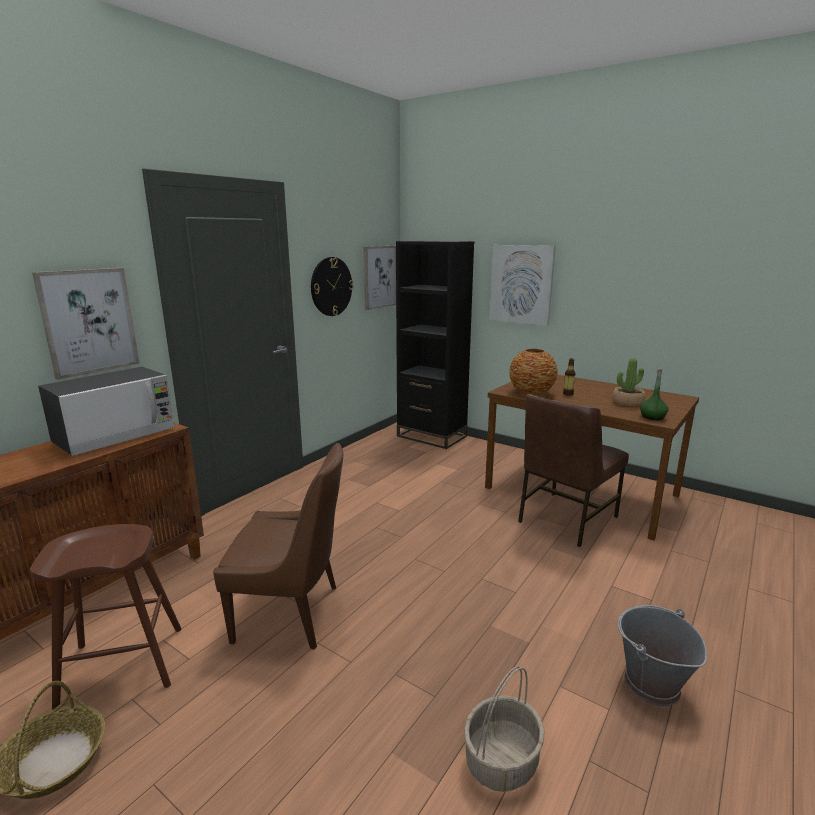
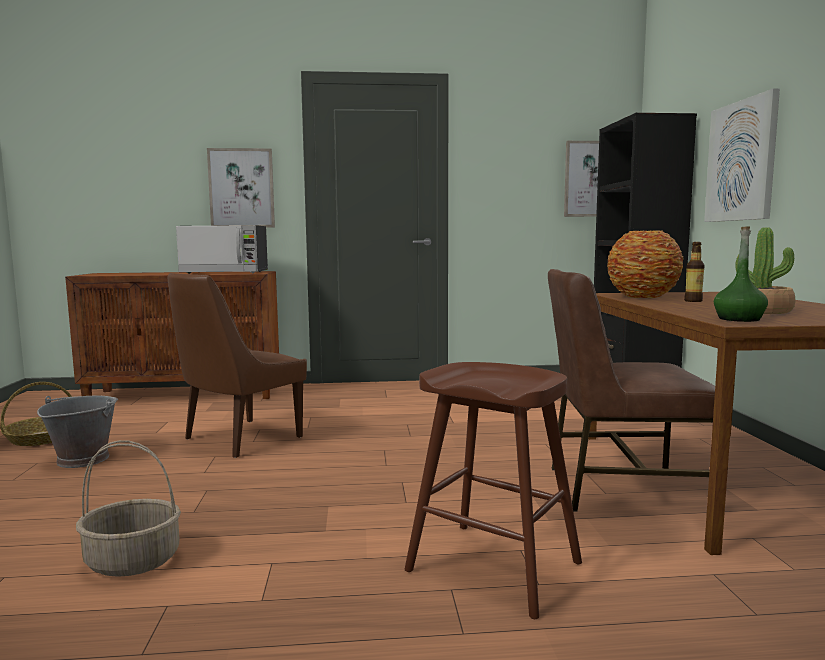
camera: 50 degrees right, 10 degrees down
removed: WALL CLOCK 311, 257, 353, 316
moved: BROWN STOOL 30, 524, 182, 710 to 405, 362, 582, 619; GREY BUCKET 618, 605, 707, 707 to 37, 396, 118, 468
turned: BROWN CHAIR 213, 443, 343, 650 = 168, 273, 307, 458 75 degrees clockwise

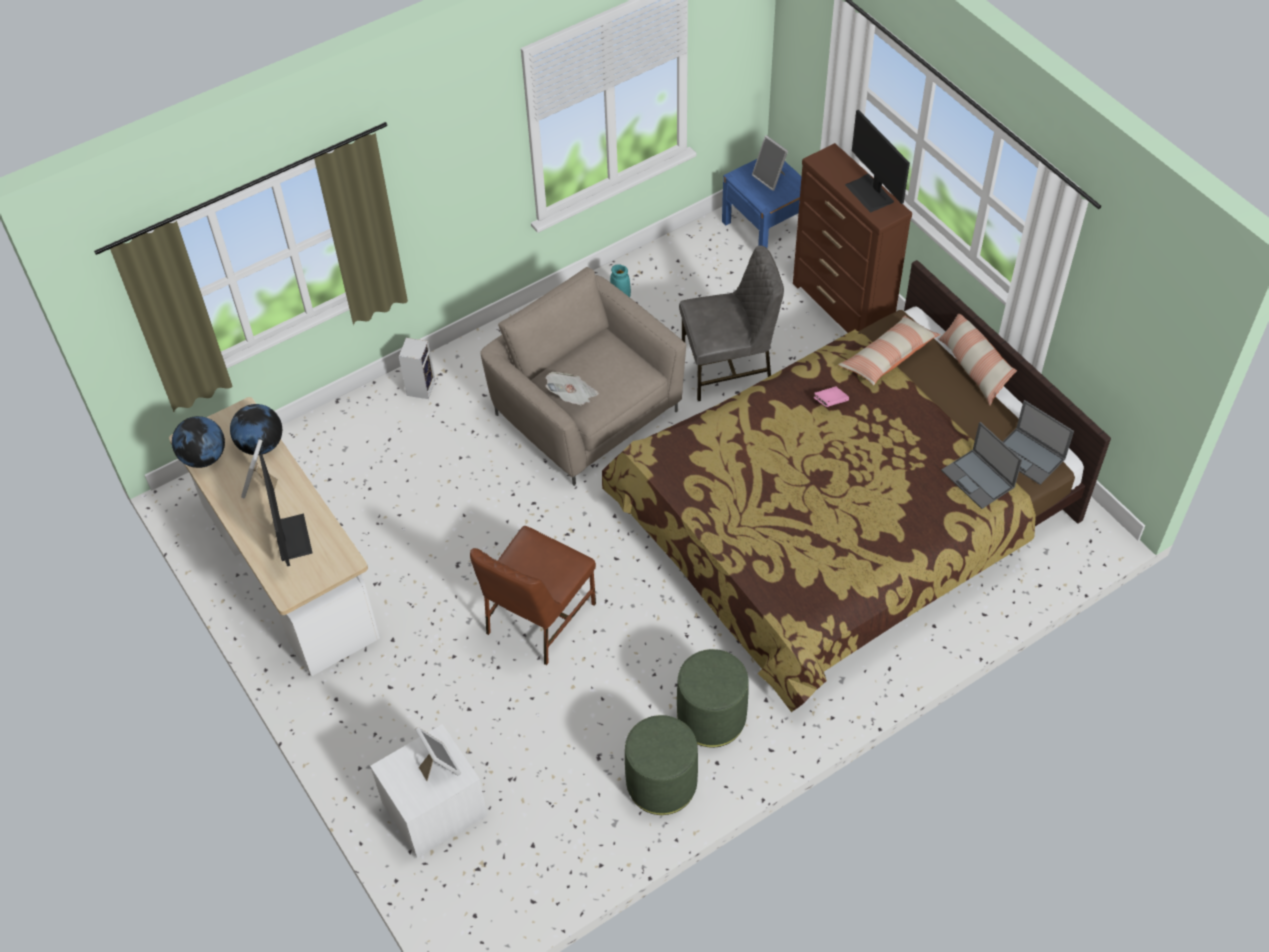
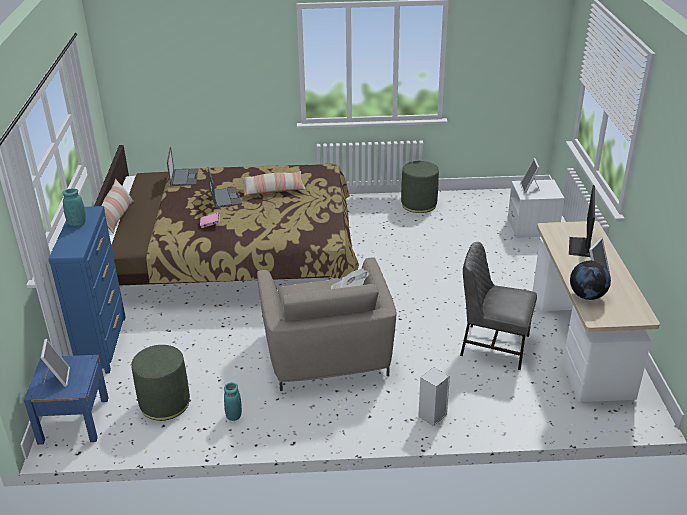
camera: 150 degrees left, 20 degrees down
removed: GLOBE 172, 416, 225, 468; BROWN CHAIR 470, 526, 596, 665
moved: GREEN OTTOMAN 677, 649, 749, 747 to 131, 345, 190, 421; GREY CHAIR 679, 245, 784, 401 to 460, 242, 537, 370; PILLOW 838, 316, 940, 386 to 241, 171, 306, 196; LAPTOP 1003, 400, 1074, 485 to 207, 167, 242, 208
replaced: MONITOR 845, 110, 910, 213 to TURQUOISE VASE 63, 188, 86, 226
recoloured: BROWN DRESSER 793, 143, 912, 333 to BLUE DRESSER 48, 206, 126, 374

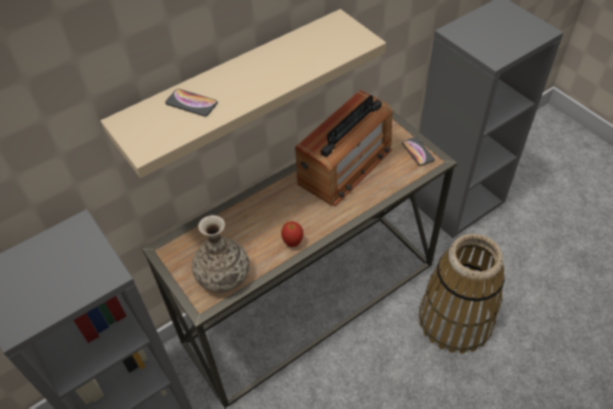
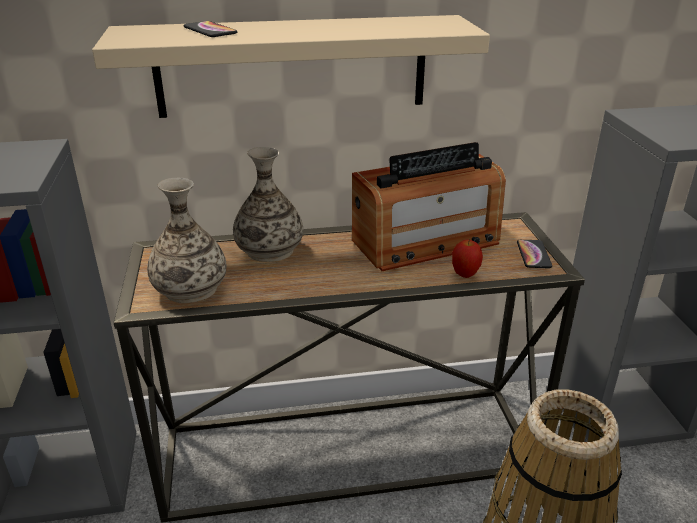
camera: 25 degrees right, 20 degrees down
added: VASE 233, 147, 303, 262
moved: APPLE 281, 222, 303, 247 to 452, 240, 483, 278

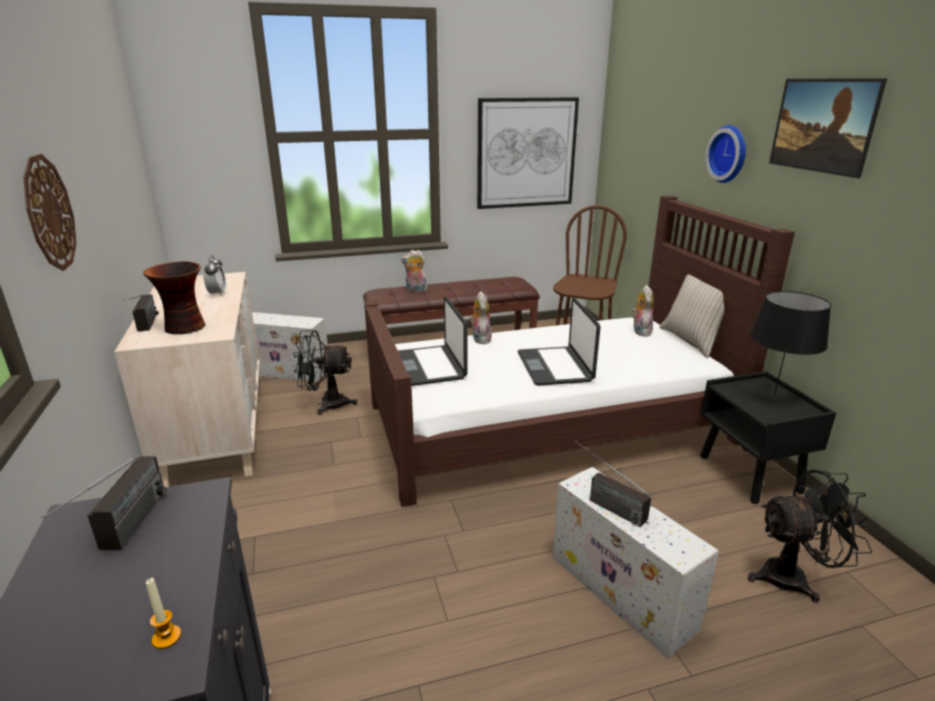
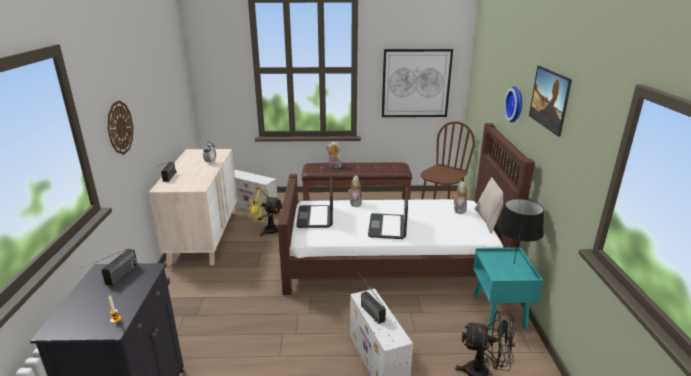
camera: 15 degrees right, 0 degrees up
removed: VASE 143, 261, 206, 334
recoloured: BLACK FAN 293, 330, 357, 415 to YELLOW FAN 248, 186, 282, 236; BLACK NIGHTSTAND 700, 371, 836, 504 to TURQUOISE NIGHTSTAND 473, 247, 543, 329

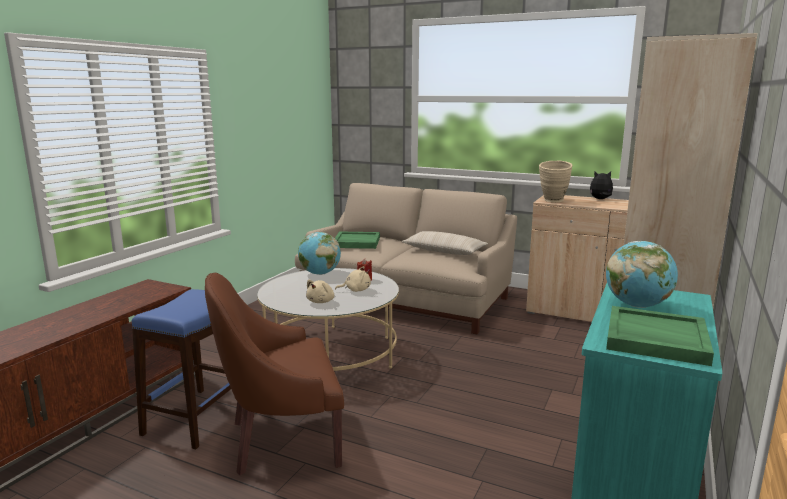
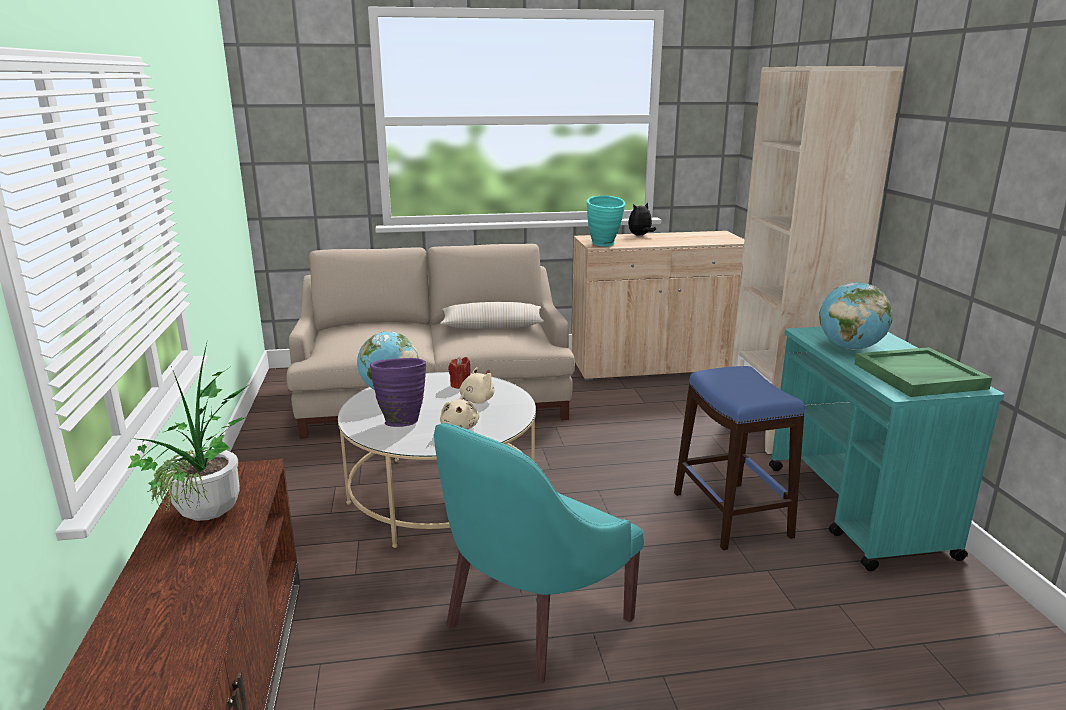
camera: 35 degrees left, 5 degrees up
removed: GREEN TRAY 335, 231, 380, 249
added: POTTED PLANT 127, 344, 250, 521; PURPLE VASE 370, 358, 426, 427
moved: BLUE STOOL 132, 289, 231, 450 to 674, 366, 805, 550
recoloured: BROWN ARMCHAIR 205, 273, 344, 475 to TURQUOISE ARMCHAIR 434, 423, 644, 683; BEIGE VASE 539, 161, 572, 203 to TURQUOISE VASE 587, 195, 625, 246

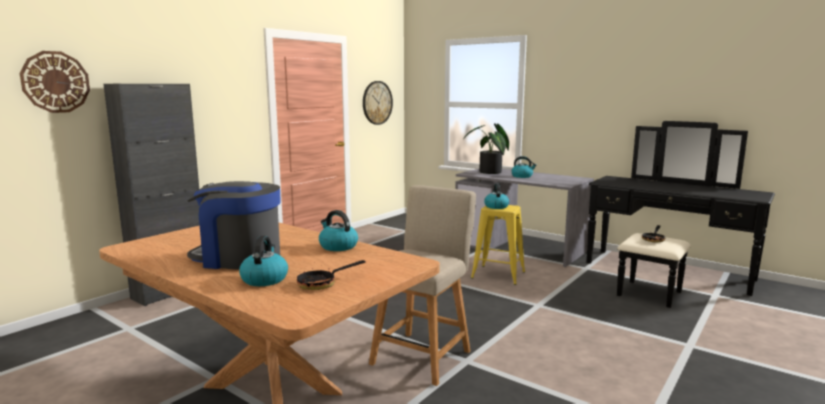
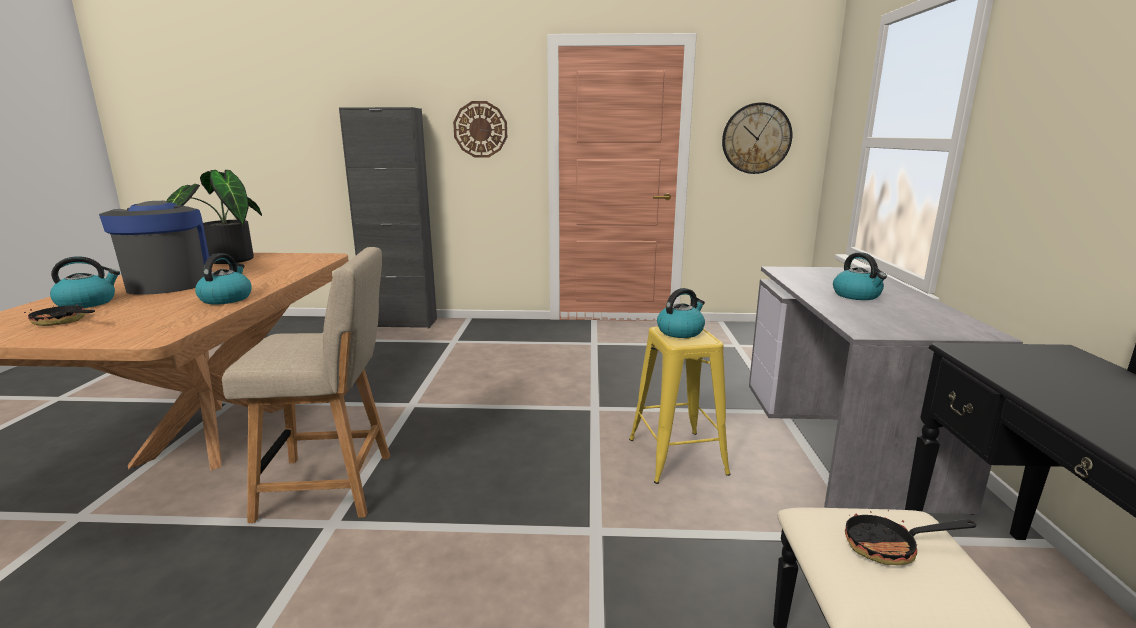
camera: 55 degrees right, 5 degrees up
moved: WALL CLOCK 20, 51, 90, 113 to 453, 101, 507, 158; POTTED PLANT 463, 123, 509, 174 to 166, 170, 262, 264

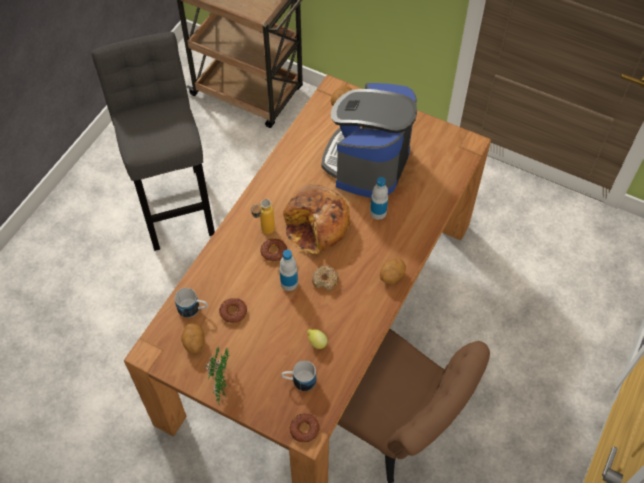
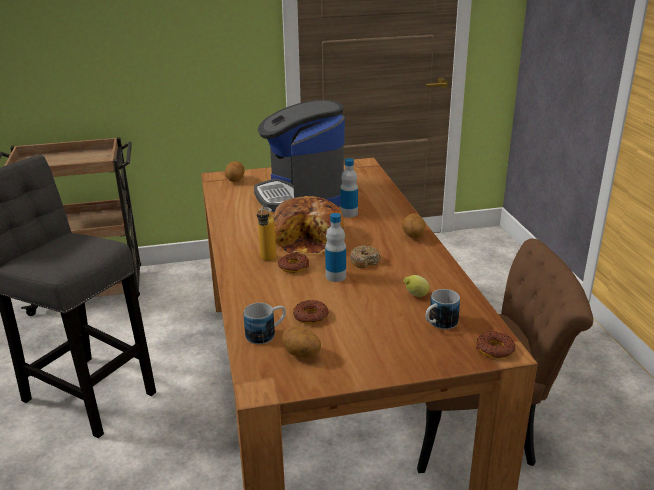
camera: 40 degrees left, 30 degrees down
removed: POTTED PLANT 206, 347, 229, 405

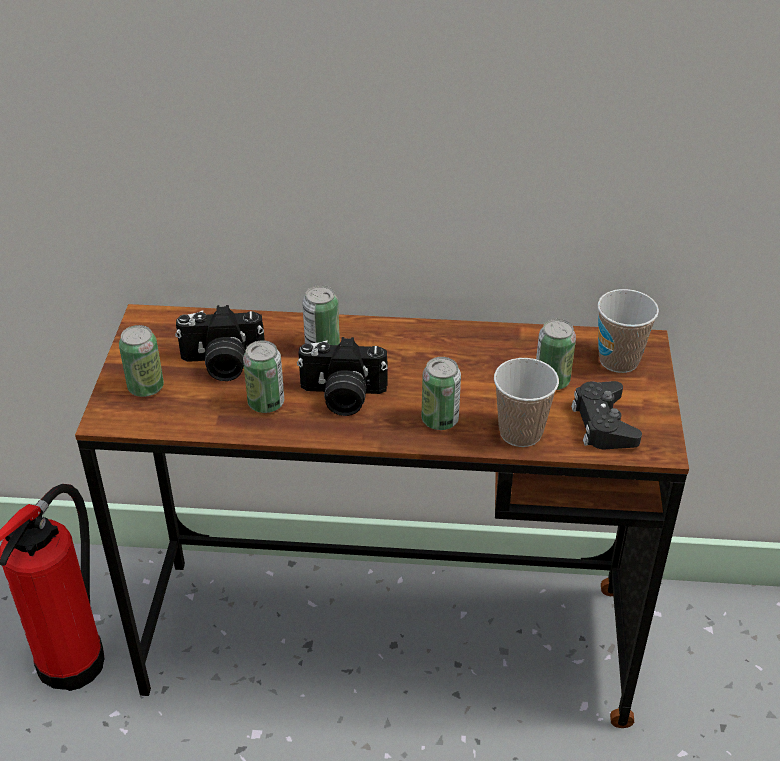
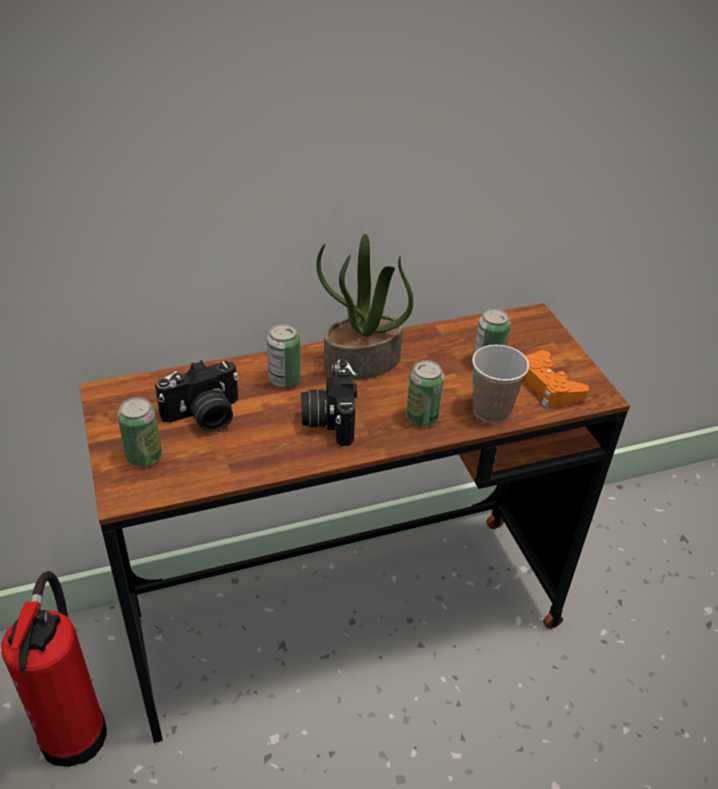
camera: 25 degrees left, 0 degrees up
removed: CAN 243, 340, 284, 413; CUP 598, 289, 659, 373
added: POTTED PLANT 316, 234, 414, 380
recoloured: BLACK GAME CONTROLLER 571, 381, 642, 449 to ORANGE GAME CONTROLLER 523, 350, 589, 408
turned: PHOTO CAMERA 297, 337, 388, 416 = 301, 359, 357, 446 105 degrees clockwise

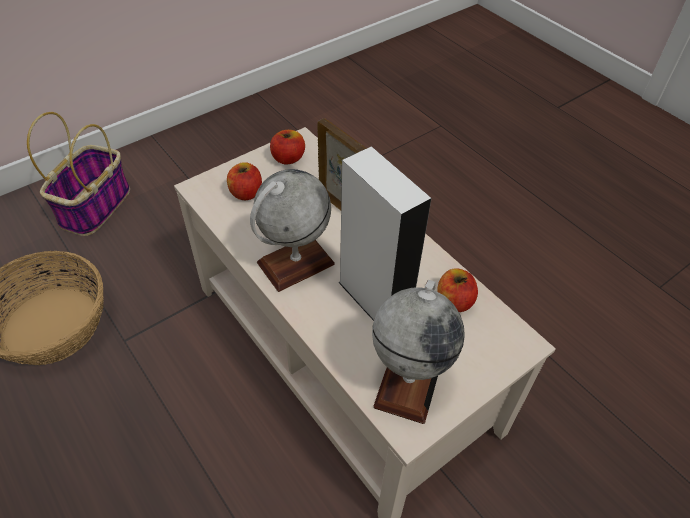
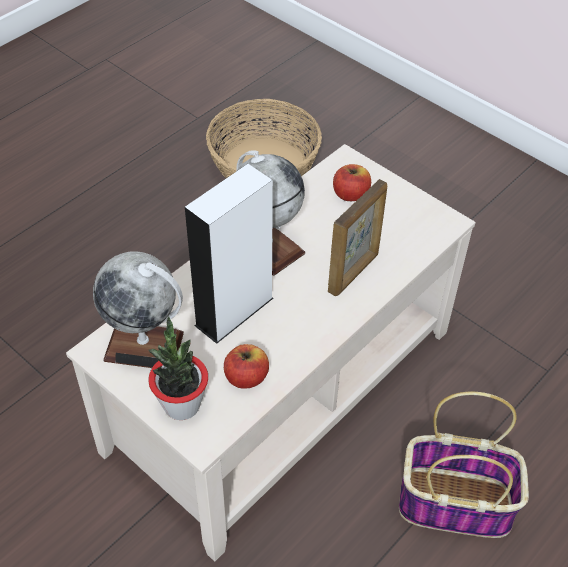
camera: 80 degrees right, 0 degrees up
removed: APPLE 270, 130, 305, 165
added: POTTED PLANT 148, 316, 208, 420
moved: BASKET 27, 112, 130, 236 to 399, 392, 529, 538

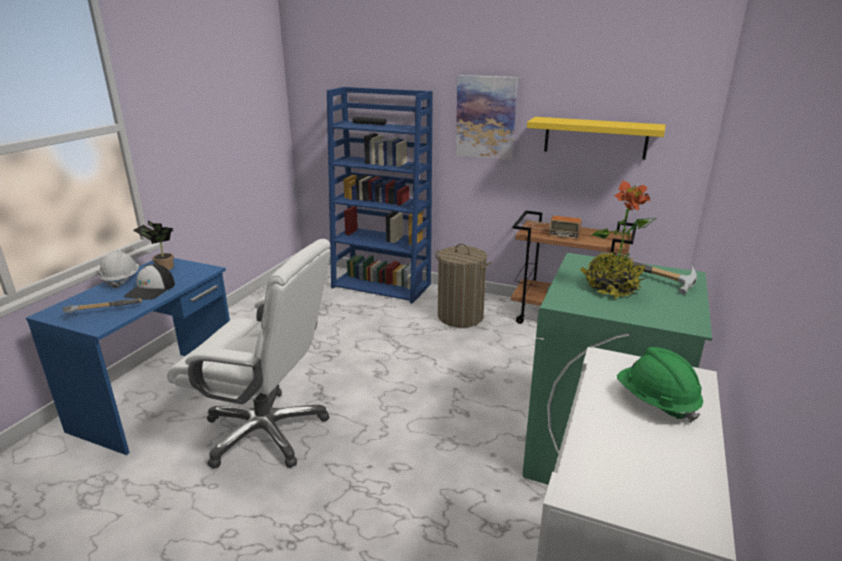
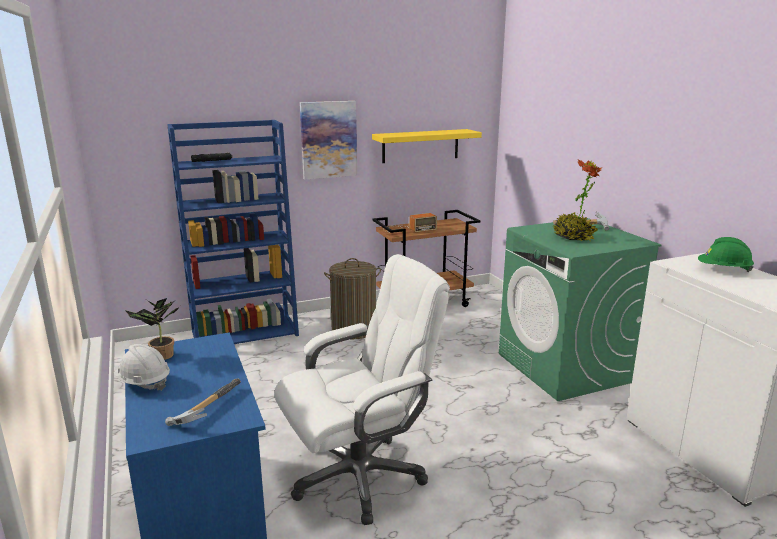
camera: 45 degrees left, 5 degrees down
removed: CAP 124, 264, 175, 300

